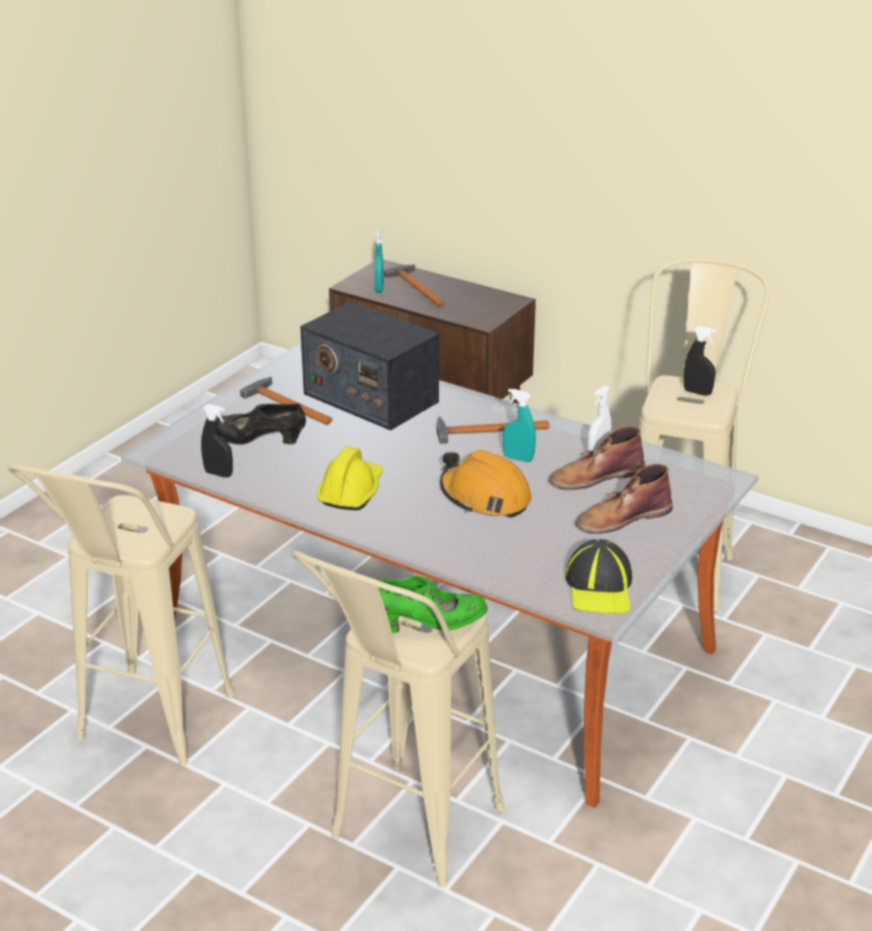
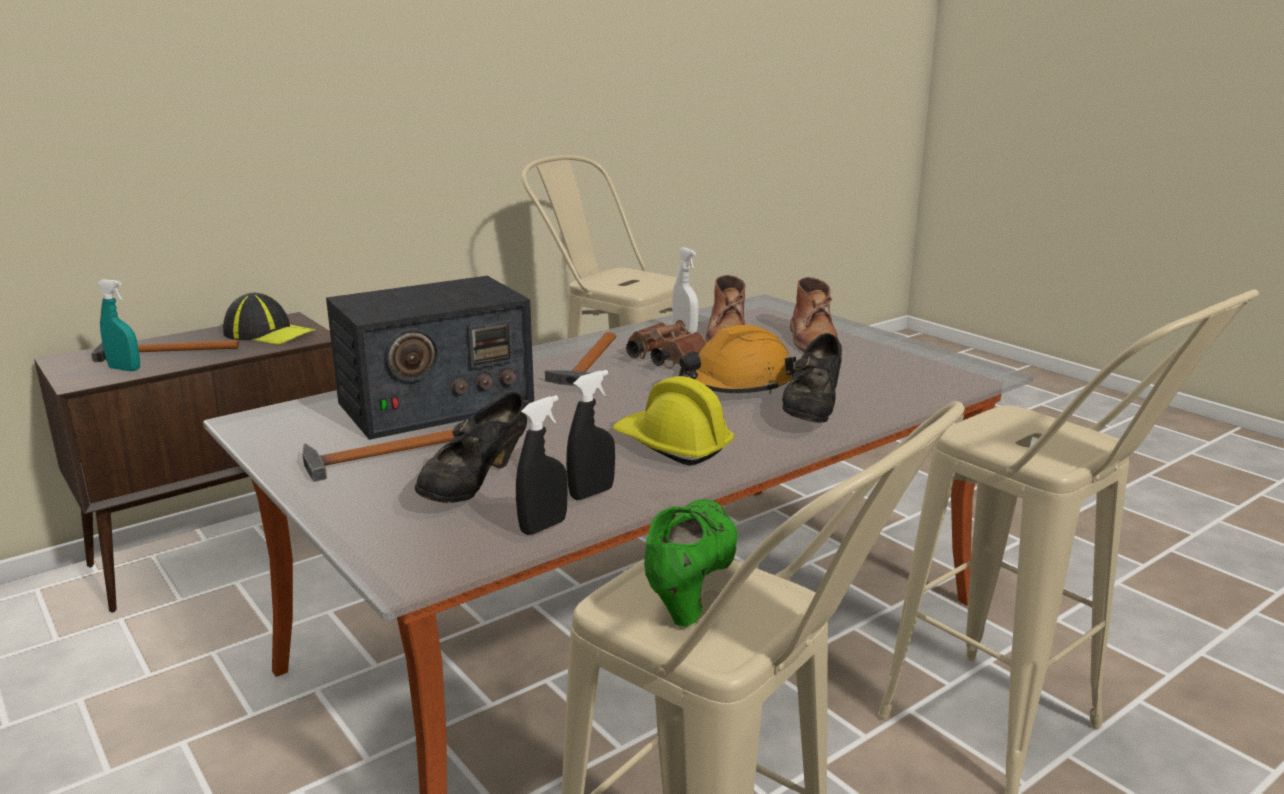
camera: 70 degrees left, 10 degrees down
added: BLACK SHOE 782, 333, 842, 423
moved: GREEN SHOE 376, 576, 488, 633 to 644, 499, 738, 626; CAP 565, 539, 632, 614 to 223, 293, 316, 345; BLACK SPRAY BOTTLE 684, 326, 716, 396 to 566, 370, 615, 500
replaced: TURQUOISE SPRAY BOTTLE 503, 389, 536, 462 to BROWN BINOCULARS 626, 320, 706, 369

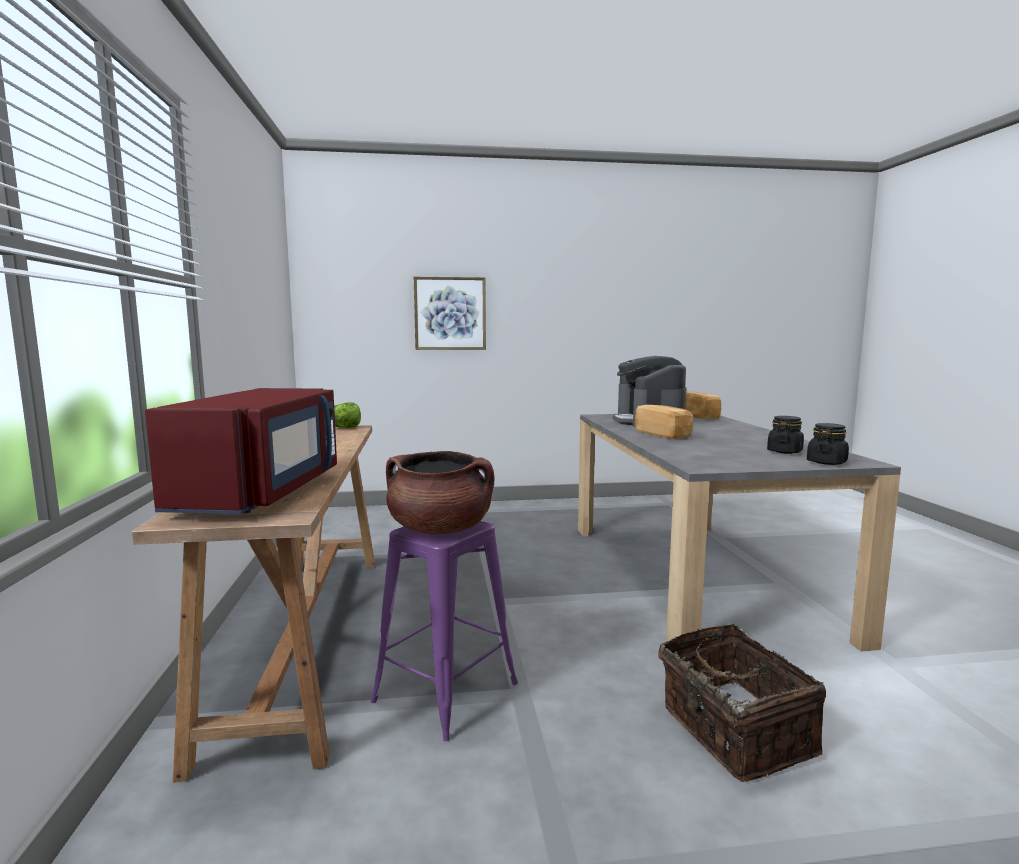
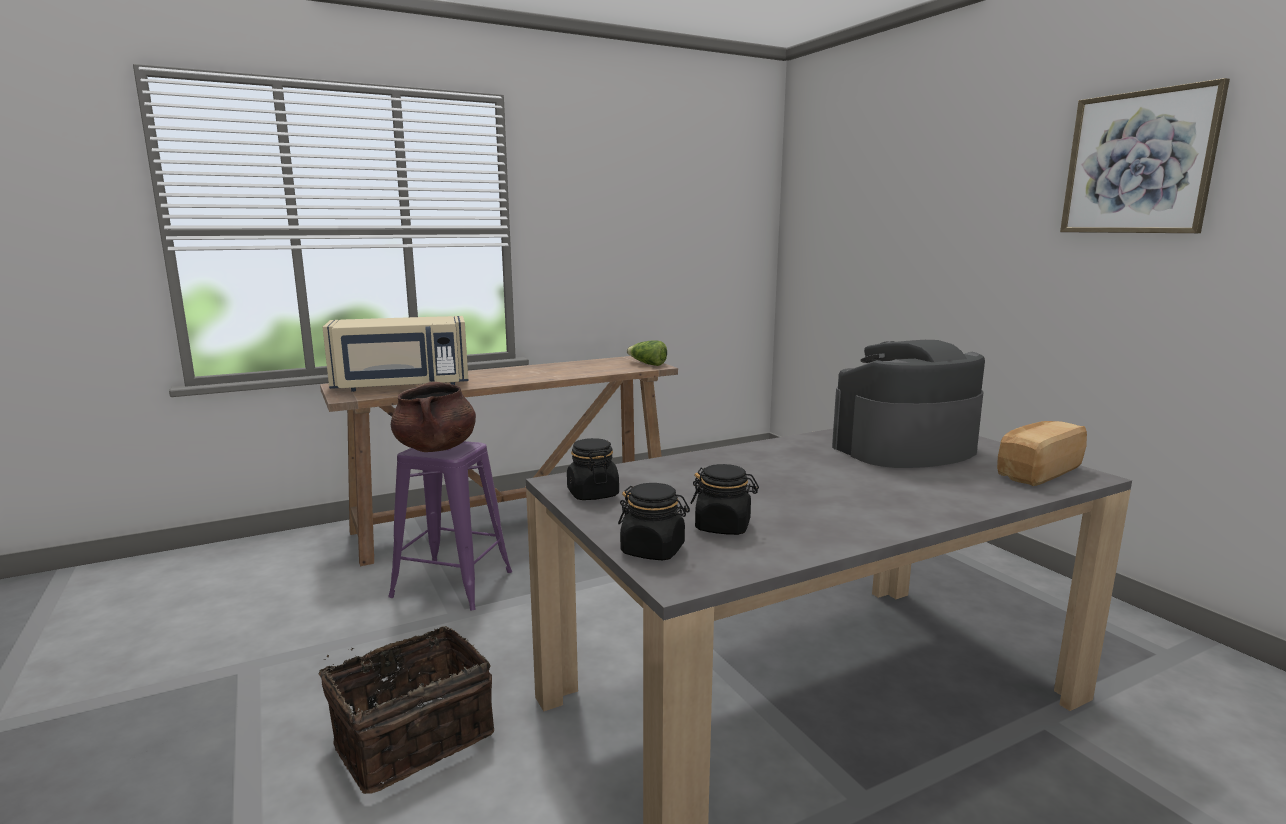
camera: 70 degrees right, 5 degrees up
removed: BREAD 635, 405, 693, 439
added: BLACK JAR 567, 438, 619, 500
moved: PICTURE 414, 277, 486, 350 to 1060, 78, 1230, 233
recoloured: RED MICROWAVE 145, 388, 337, 514 to BEIGE MICROWAVE 322, 316, 469, 392

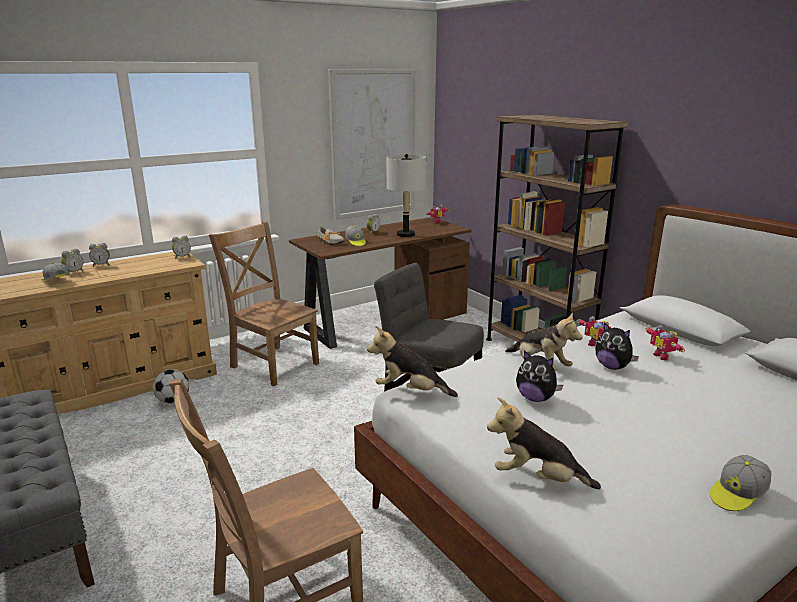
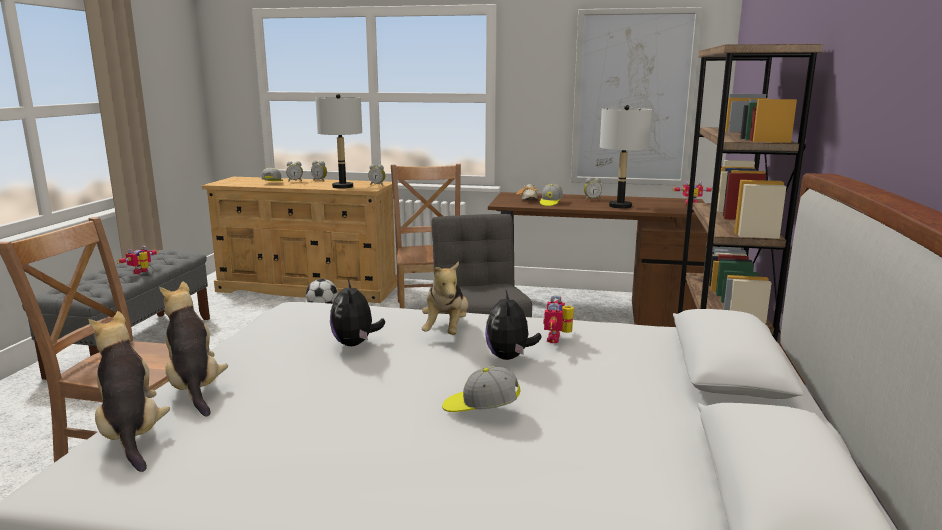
camera: 45 degrees right, 5 degrees down
added: GREY TABLE LAMP 315, 94, 362, 189
moved: PLUSH TOY 367, 326, 458, 397 to 89, 311, 170, 472; TOY ROBOT 645, 326, 685, 360 to 116, 246, 159, 274; CAP 710, 455, 771, 511 to 442, 366, 520, 412

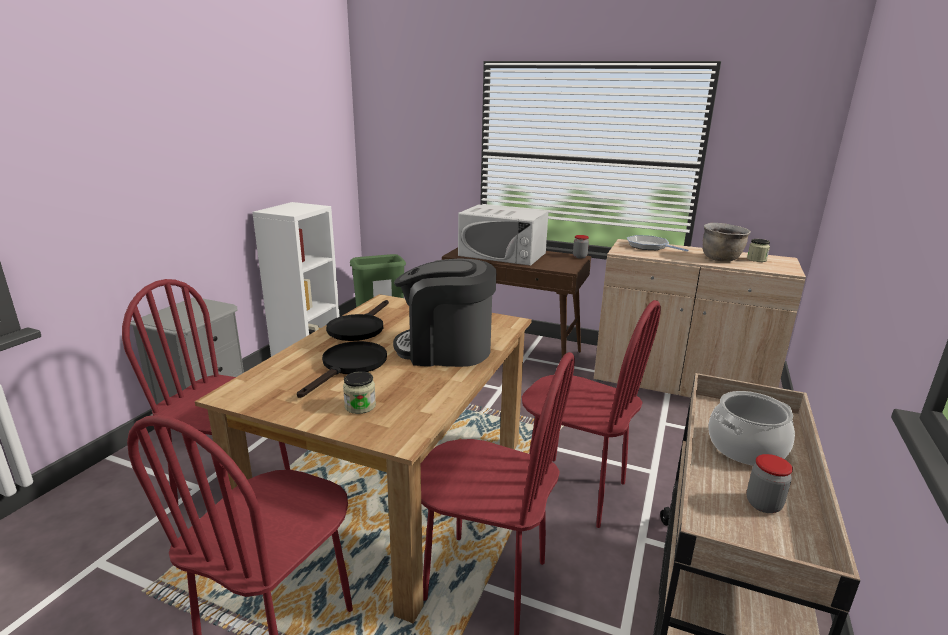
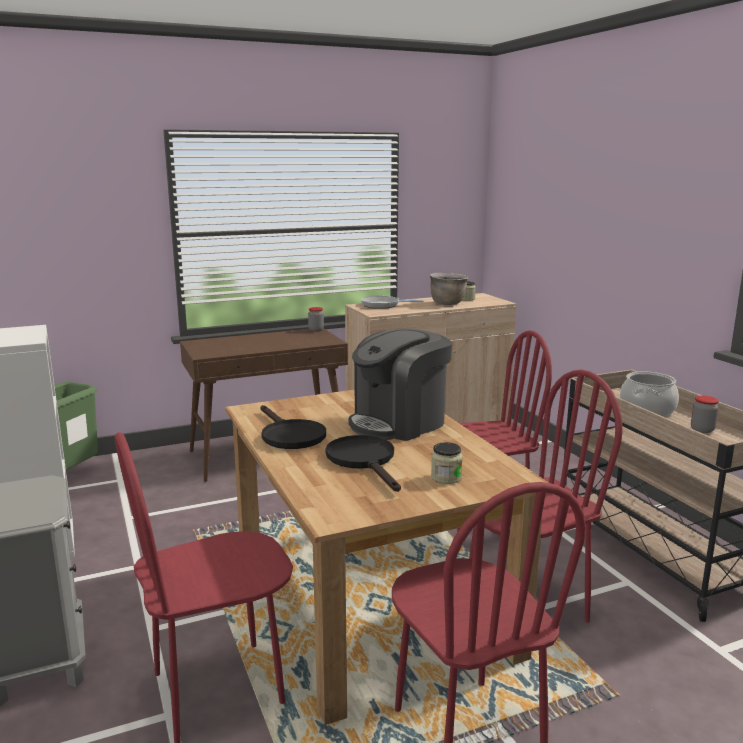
camera: 45 degrees left, 5 degrees down
removed: WHITE MICROWAVE 458, 204, 549, 266

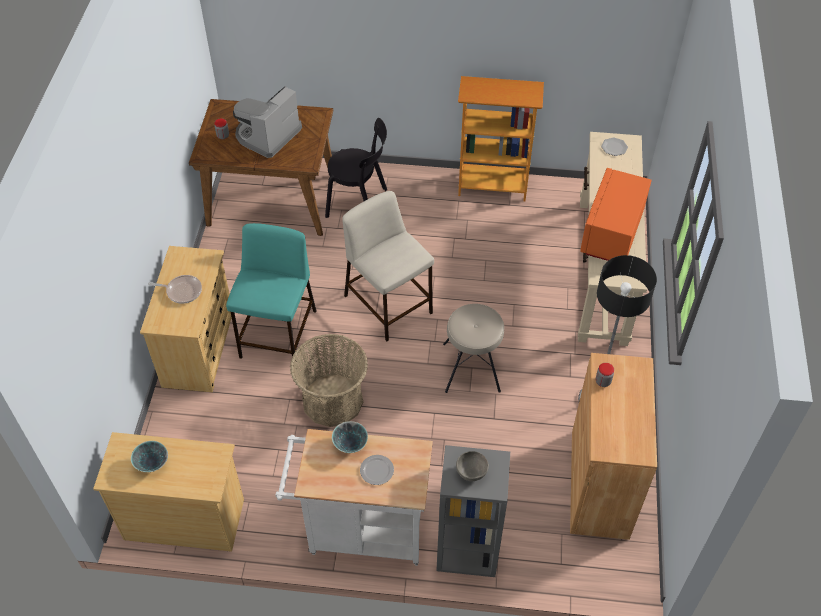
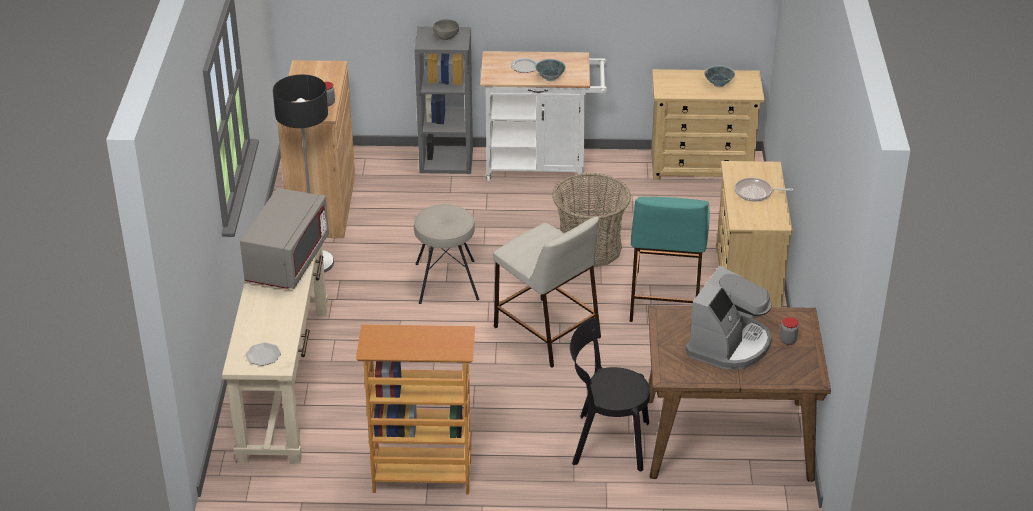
camera: 175 degrees right, 15 degrees down
recoloured: ORANGE MICROWAVE 580, 168, 651, 261 to GREY MICROWAVE 240, 188, 329, 289

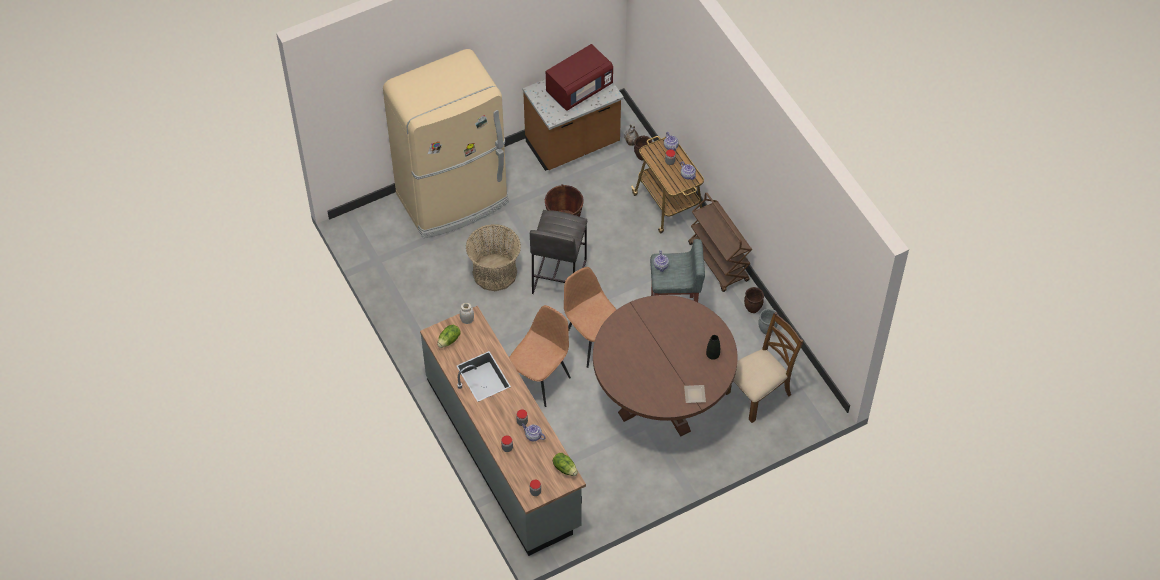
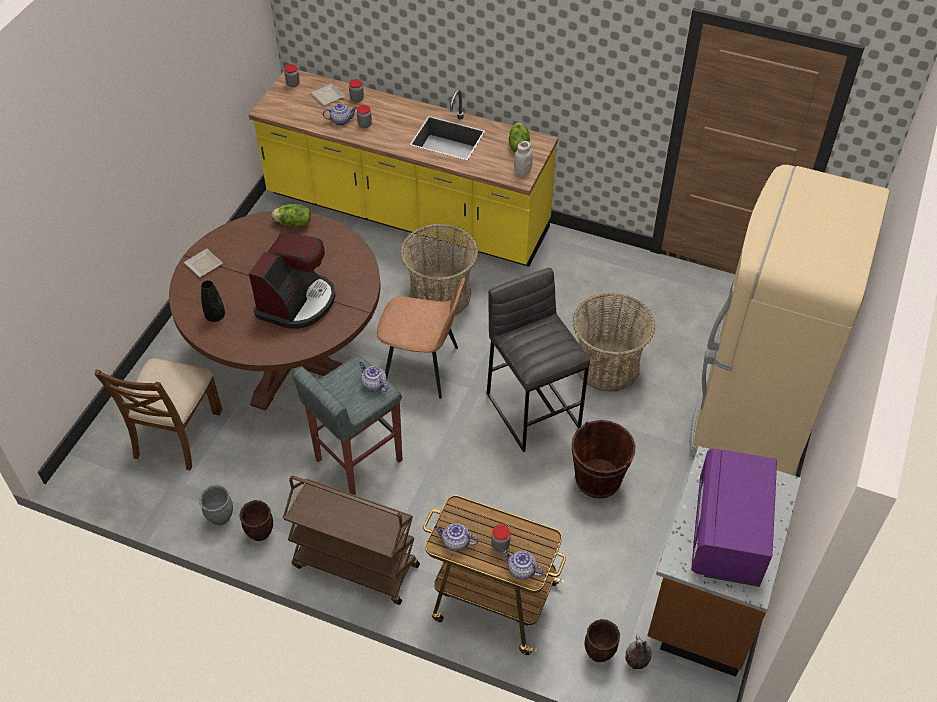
camera: 140 degrees right, 5 degrees down
added: COFFEE MACHINE 249, 233, 336, 329; PLATE 311, 83, 345, 106
moved: LETTUCE 553, 453, 578, 476 to 272, 204, 311, 227
replaced: BROWN CHAIR 509, 305, 571, 407 to BASKET 400, 224, 478, 315
recoloured: GREY COUNTER 420, 306, 586, 556 to YELLOW COUNTER 249, 70, 558, 267; RED MICROWAVE 546, 44, 613, 110 to PURPLE MICROWAVE 691, 448, 777, 587

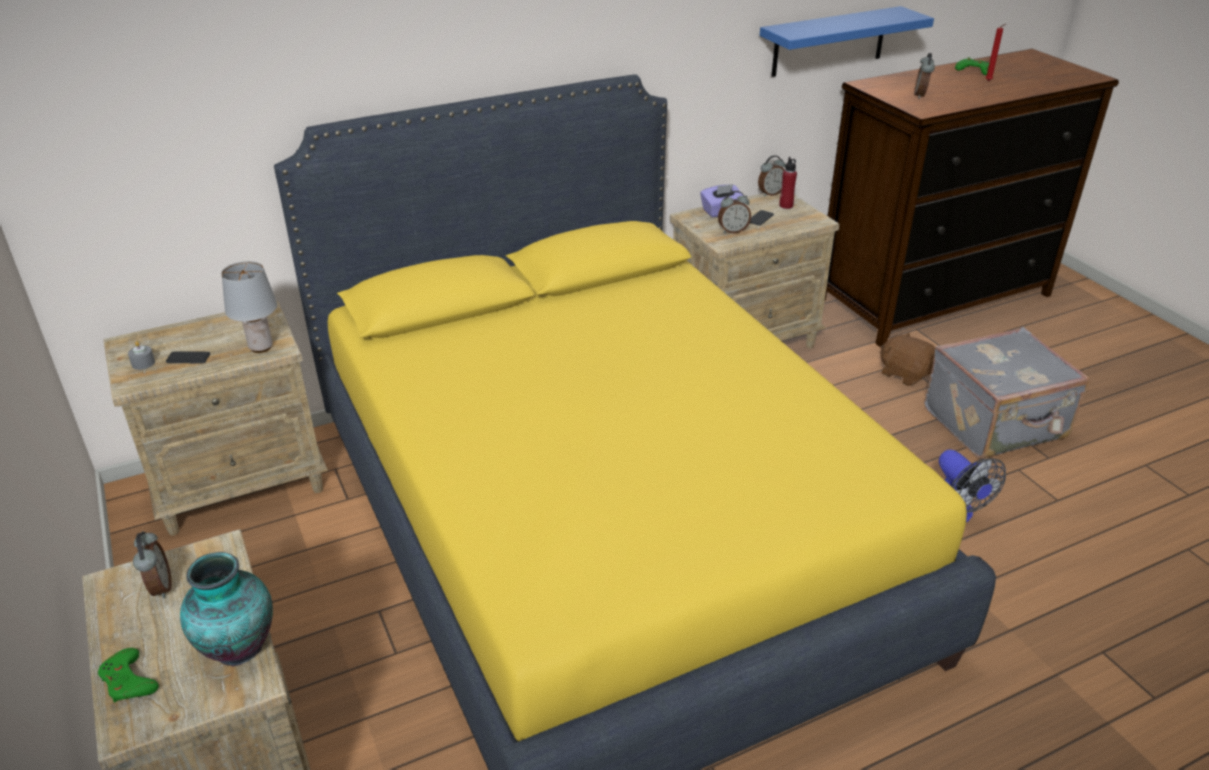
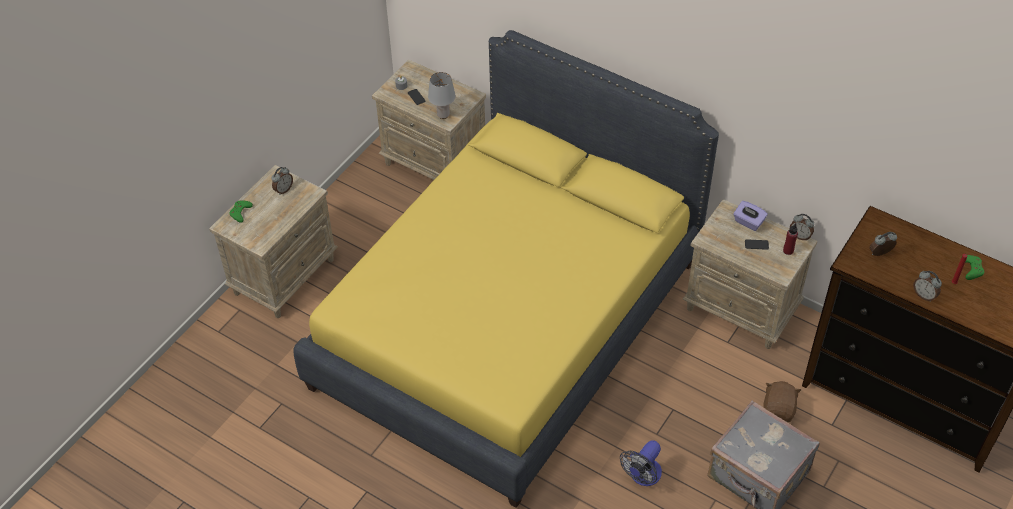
camera: 60 degrees right, 15 degrees up
removed: VASE 180, 552, 273, 666; BLUE SHELF 760, 6, 934, 77
moved: ALARM CLOCK 718, 191, 751, 233 to 913, 271, 942, 302

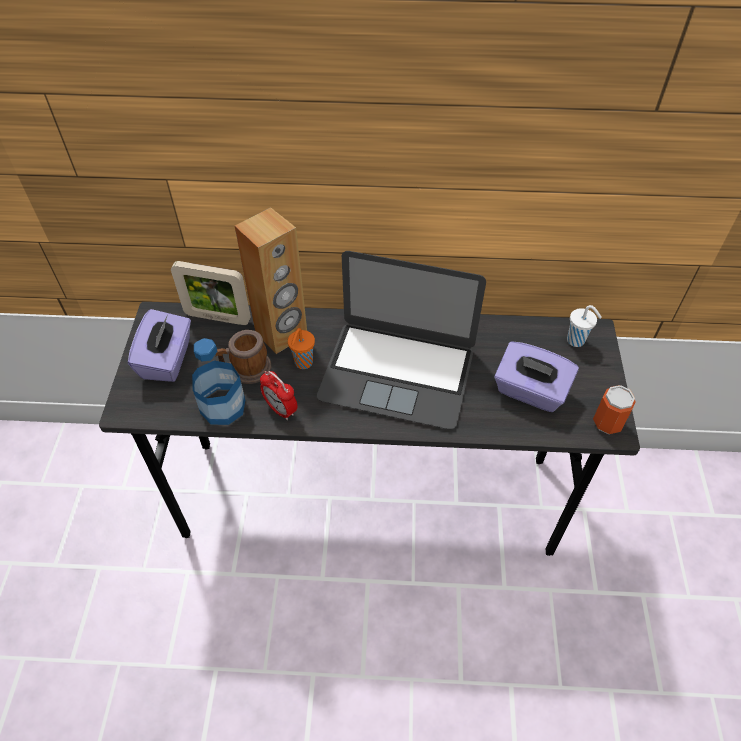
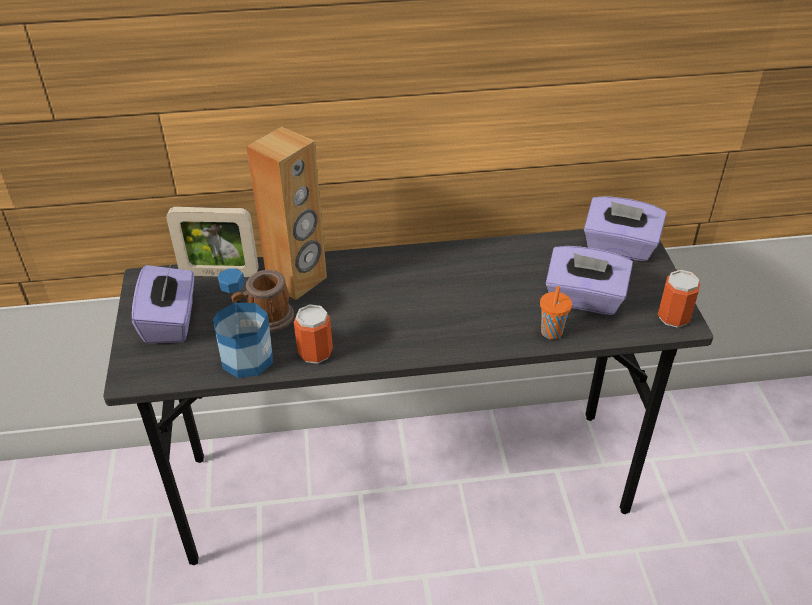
camera: 10 degrees left, 10 degrees down
removed: LAPTOP 317, 251, 486, 429
moved: ORANGE CUP 288, 328, 315, 369 to 540, 286, 572, 340
replaced: ALARM CLOCK 260, 371, 298, 420 to CAN 294, 304, 333, 364; WHITE CUP 567, 305, 602, 347 to PURPLE TISSUE BOX 584, 196, 666, 261

